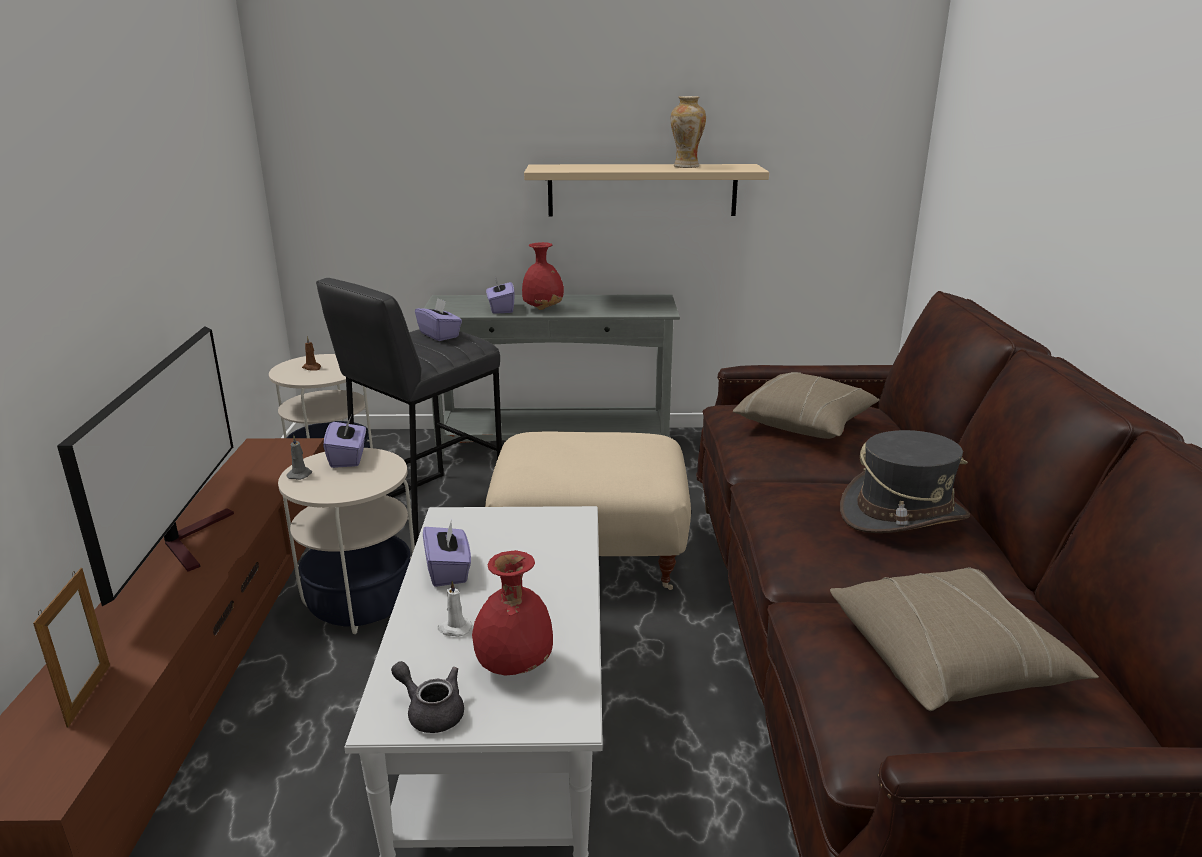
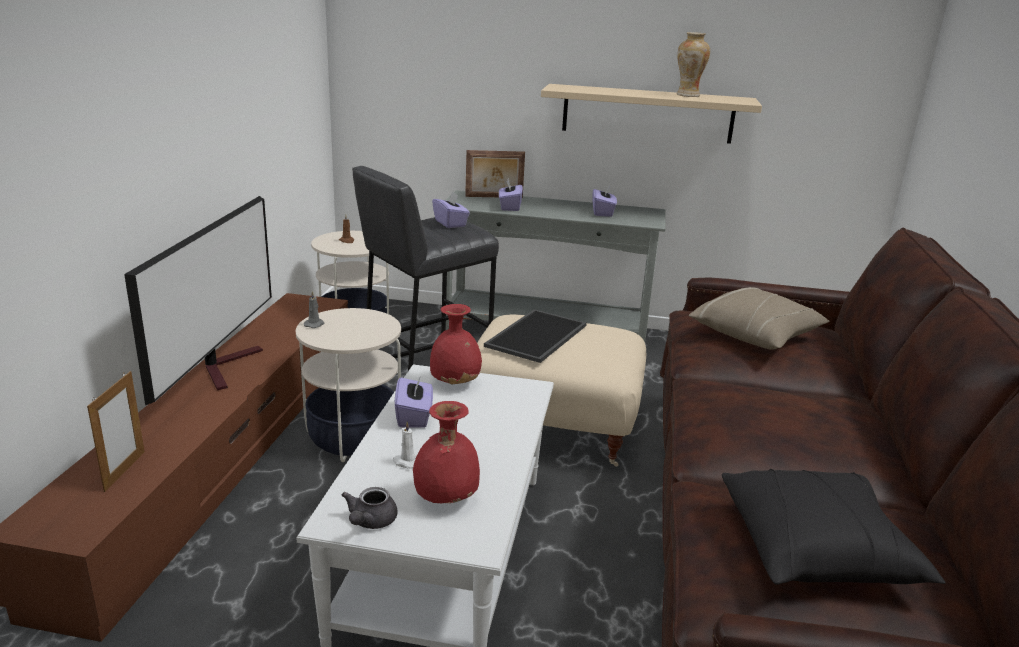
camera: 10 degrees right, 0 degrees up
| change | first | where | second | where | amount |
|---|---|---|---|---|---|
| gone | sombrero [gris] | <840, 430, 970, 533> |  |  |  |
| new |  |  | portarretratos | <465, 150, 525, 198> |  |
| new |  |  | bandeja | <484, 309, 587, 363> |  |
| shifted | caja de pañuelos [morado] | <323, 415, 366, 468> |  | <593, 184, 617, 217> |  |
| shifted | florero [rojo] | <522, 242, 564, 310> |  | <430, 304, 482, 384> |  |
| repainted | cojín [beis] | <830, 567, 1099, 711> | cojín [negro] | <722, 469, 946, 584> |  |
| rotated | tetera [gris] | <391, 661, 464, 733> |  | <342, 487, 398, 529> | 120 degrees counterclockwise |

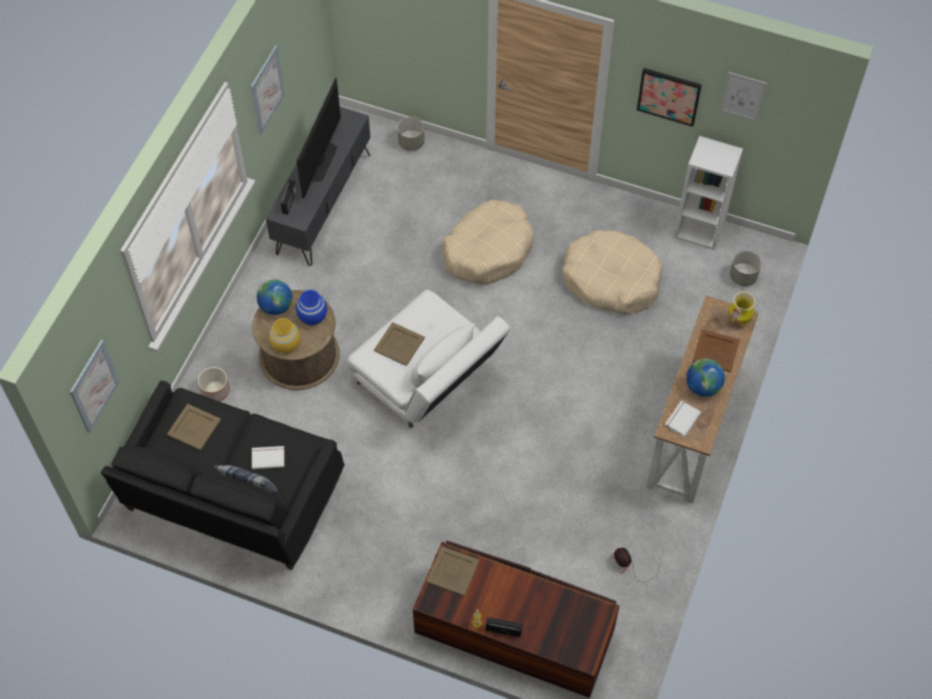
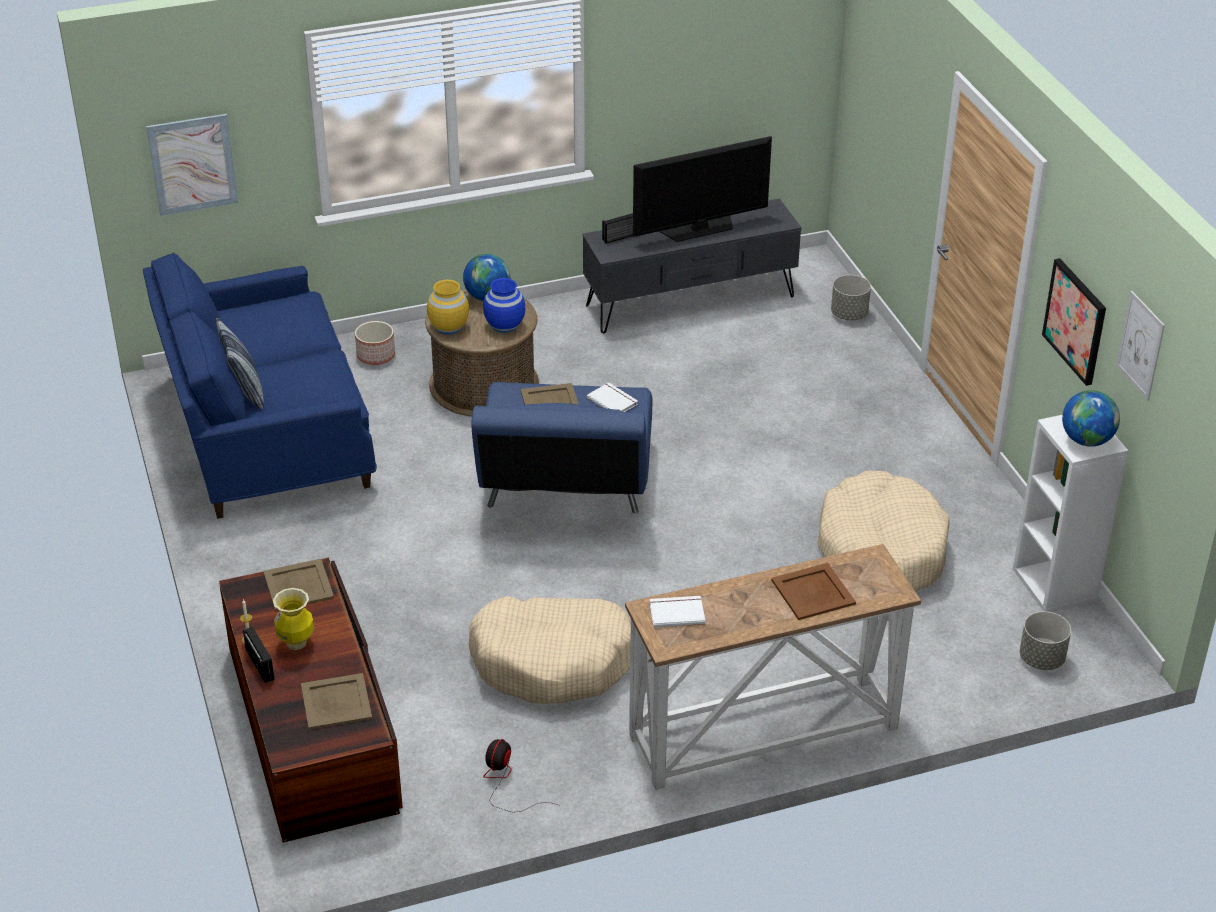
camera: 50 degrees right, 20 degrees down
| change | first | where | second | where | amount |
|---|---|---|---|---|---|
| gone | cuadro | <251, 45, 285, 135> |  |  |  |
| shifted | bandeja [beis] | <167, 404, 221, 451> |  | <301, 673, 372, 730> |  |
| shifted | libro [blanco] | <252, 446, 284, 469> |  | <587, 383, 638, 412> |  |
| shifted | cama para perro [beis] | <443, 199, 533, 284> |  | <469, 596, 631, 704> |  |
| shifted | globo terráqueo | <686, 358, 725, 397> |  | <1062, 390, 1120, 447> |  |
| shifted | florero | <728, 291, 756, 326> |  | <273, 588, 314, 650> |  |
| repainted | sofá [negro] | <101, 381, 345, 570> | sofá [azul] | <143, 252, 377, 519> |  |
| repainted | sillón [blanco] | <347, 290, 510, 428> | sillón [azul] | <471, 382, 653, 513> |  |

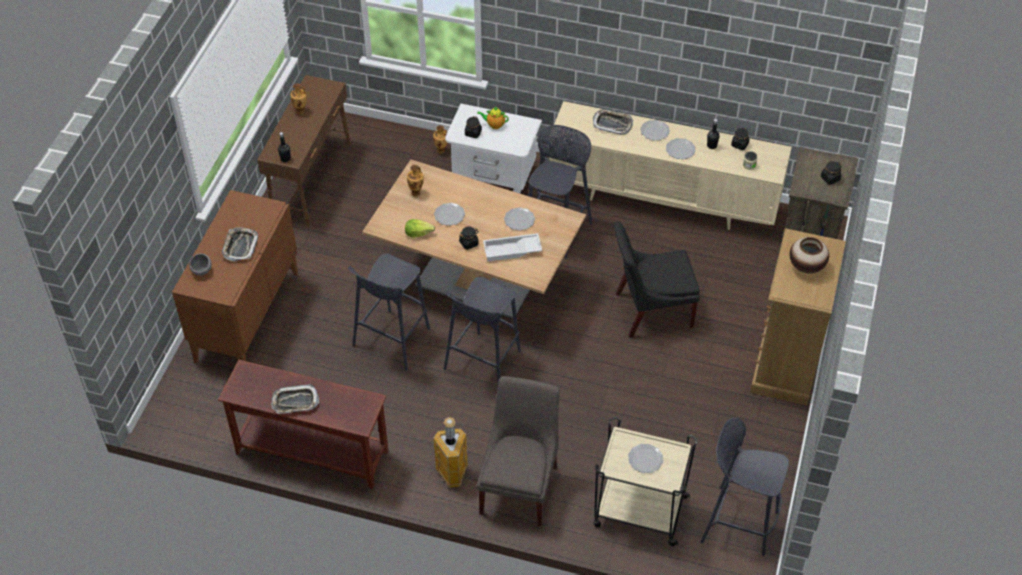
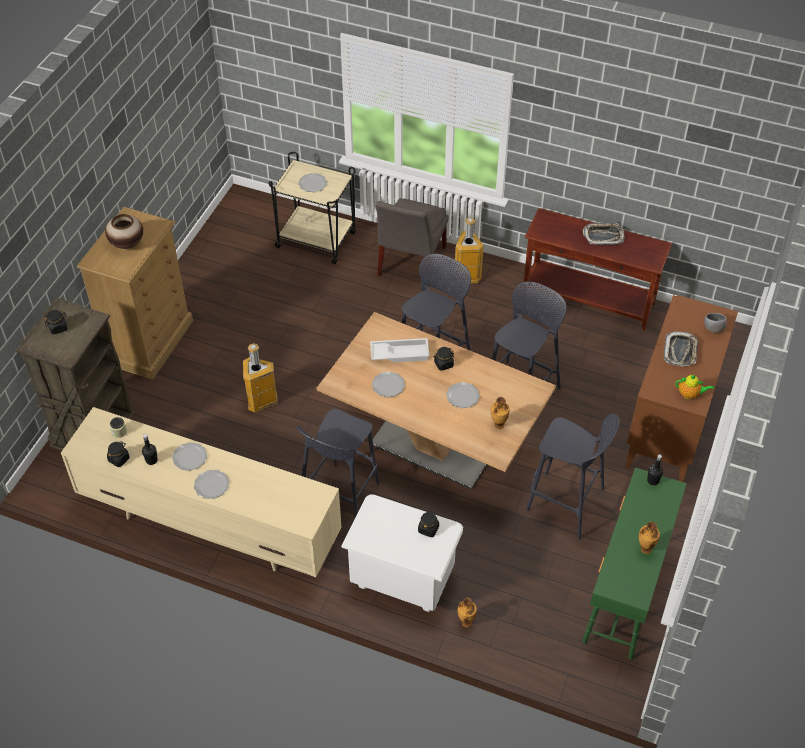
camera: 175 degrees left, 0 degrees up
| change | first | where | second | where | amount |
|---|---|---|---|---|---|
| gone | lechuga | <405, 219, 435, 238> |  |  |  |
| gone | bandeja | <593, 109, 633, 135> |  |  |  |
| shifted | tetera | <477, 107, 509, 129> |  | <675, 375, 714, 399> |  |
| shifted | taburete [gris] | <701, 417, 789, 556> |  | <526, 414, 620, 540> |  |
| swapped | silla [negro] | <614, 221, 700, 338> | papelera | <243, 343, 278, 413> |  |
| repainted | mesa consola [marrón] | <257, 75, 351, 226> | mesa consola [verde] | <582, 467, 687, 660> |  |

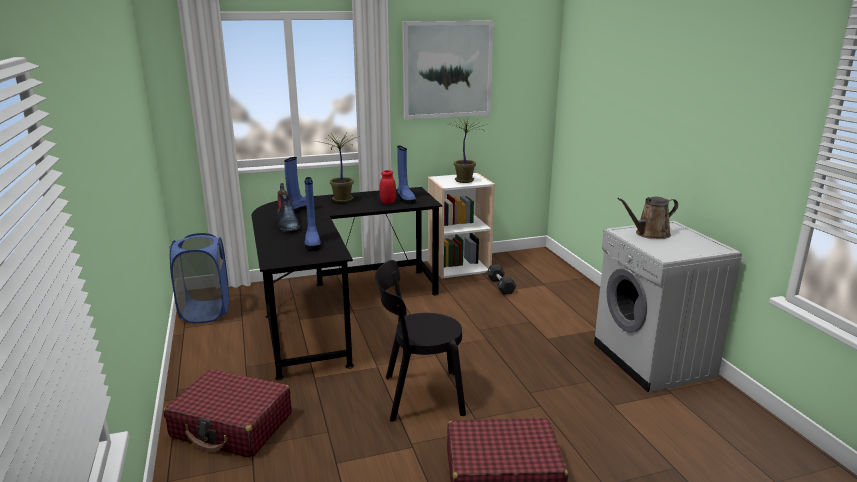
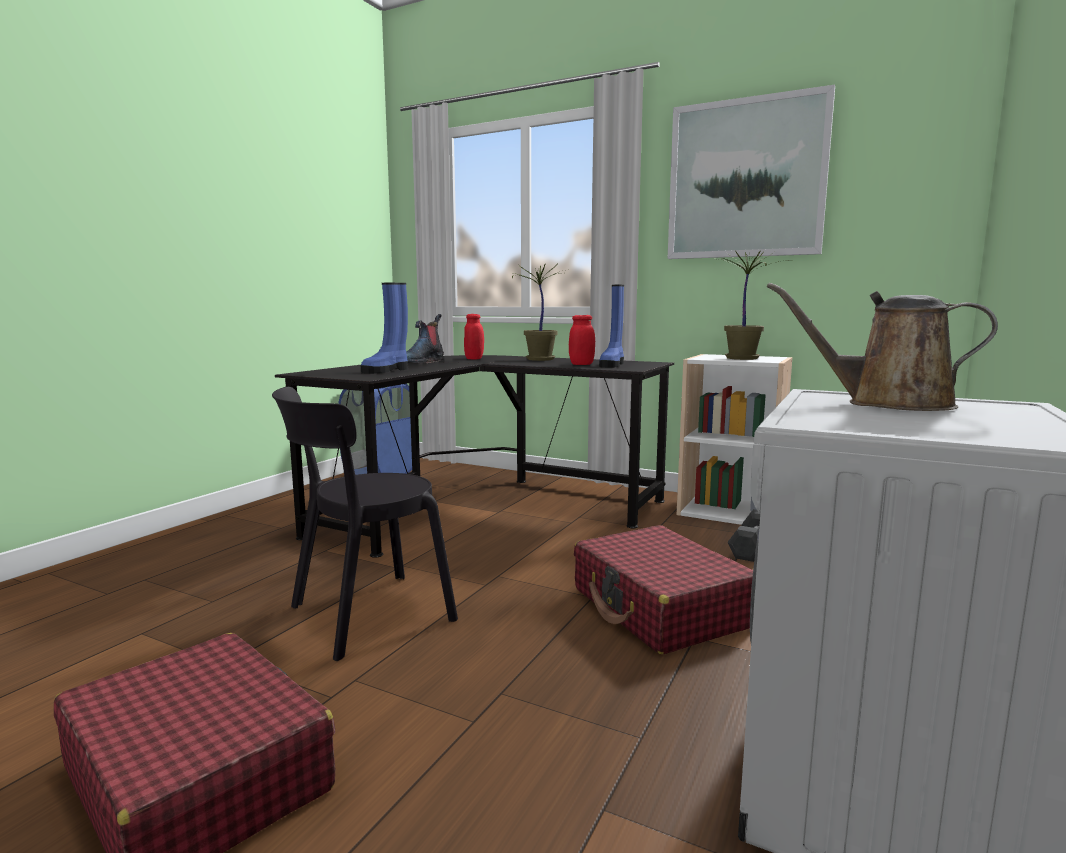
camera: 45 degrees right, 10 degrees down
| change | first | where | second | where | amount |
|---|---|---|---|---|---|
| shifted | maleta [rojo] | <163, 369, 292, 458> |  | <574, 525, 753, 655> |  |
| swapped | bota [azul] | <284, 157, 307, 214> | tarro [rojo] | <464, 314, 484, 360> |  |
| rotated | silla [negro] | <375, 260, 466, 422> |  | <272, 387, 458, 661> | 75 degrees counterclockwise |

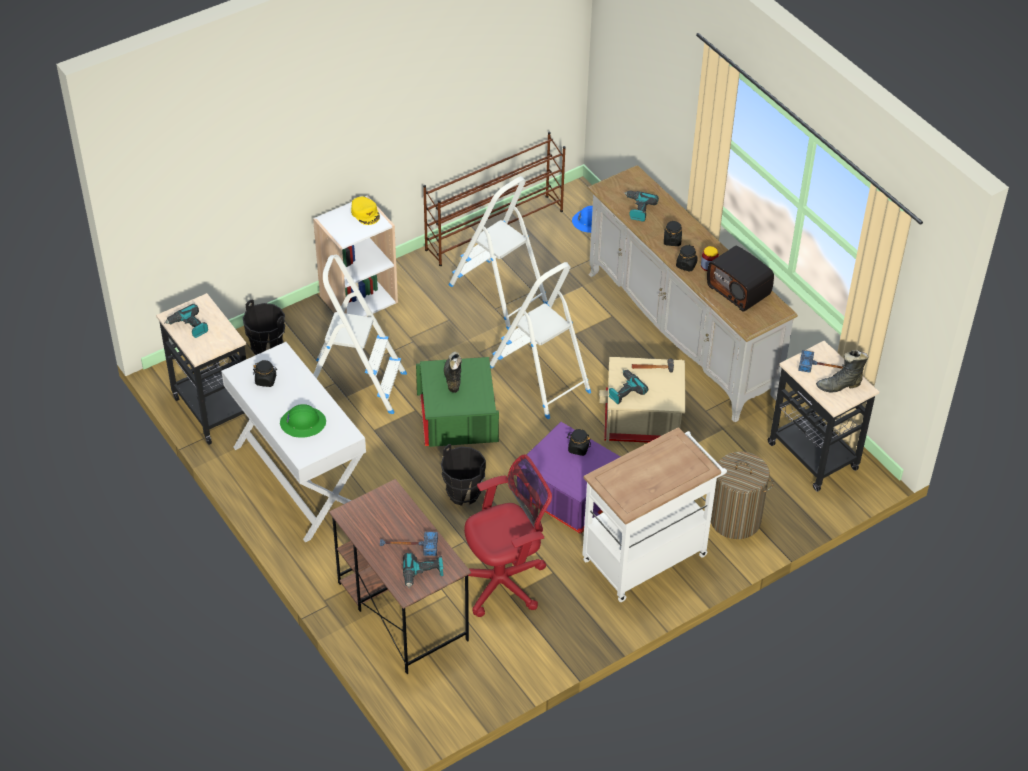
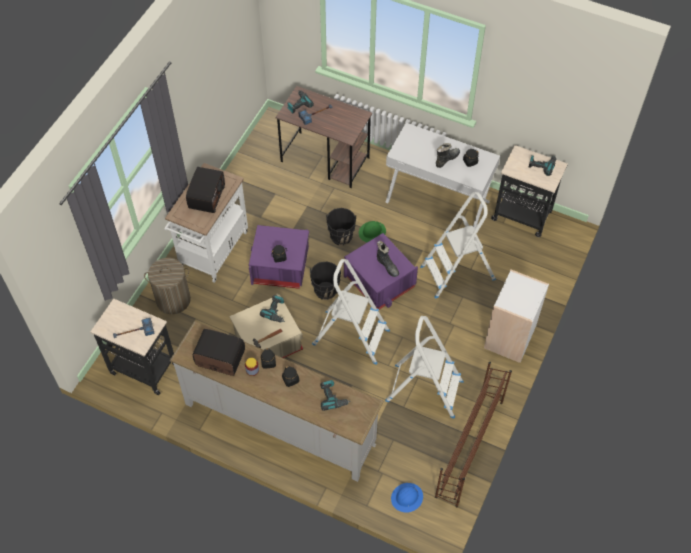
camera: 150 degrees right, 10 degrees up
| change | first | where | second | where | amount |
|---|---|---|---|---|---|
| gone | gorra [amarillo] | <351, 196, 380, 225> |  |  |  |
| gone | silla de oficina [rojo] | <464, 454, 552, 617> |  |  |  |
| new |  |  | radio | <186, 167, 225, 213> |  |
| shifted | cubo [negro] | <243, 299, 285, 355> |  | <310, 261, 341, 300> |  |
| shifted | casco [verde] | <280, 404, 326, 438> |  | <359, 221, 386, 242> |  |
| shifted | bota [negro] | <816, 350, 868, 393> |  | <436, 143, 460, 168> |  |
| repainted | caja de almacenaje [verde] | <416, 357, 499, 447> | caja de almacenaje [morado] | <344, 233, 418, 310> |  |

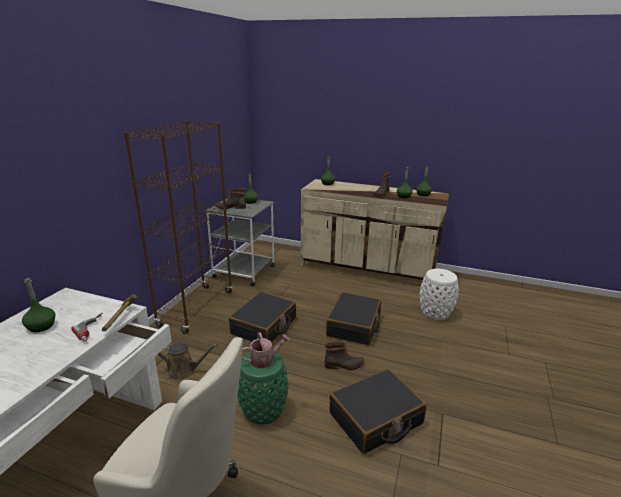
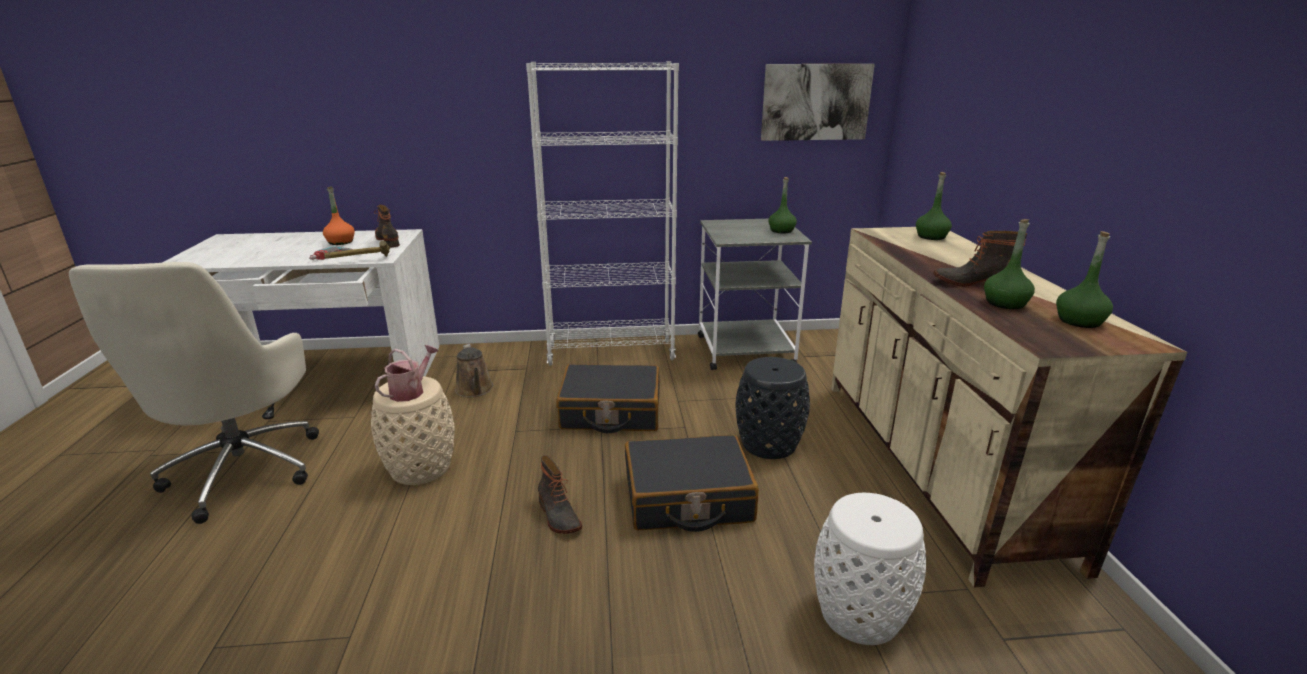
camera: 65 degrees right, 0 degrees up
| change | first | where | second | where | amount |
|---|---|---|---|---|---|
| gone | maleta [negro] | <329, 369, 426, 454> |  |  |  |
| new |  |  | taburete [negro] | <735, 357, 810, 459> |  |
| new |  |  | cuadro | <761, 64, 875, 141> |  |
| shifted | bota | <215, 188, 246, 209> |  | <374, 205, 400, 248> |  |
| repainted | botella [verde] | <22, 278, 55, 332> | botella [naranja] | <323, 186, 355, 245> |  |
| repainted | estantería [marrón] | <124, 120, 233, 334> | estantería [blanco] | <526, 61, 679, 366> |  |
| repainted | taburete [verde] | <238, 352, 288, 425> | taburete [beis] | <371, 376, 455, 485> |  |
| rotated | regadera | <242, 332, 290, 368> |  | <375, 345, 438, 402> | 105 degrees counterclockwise |

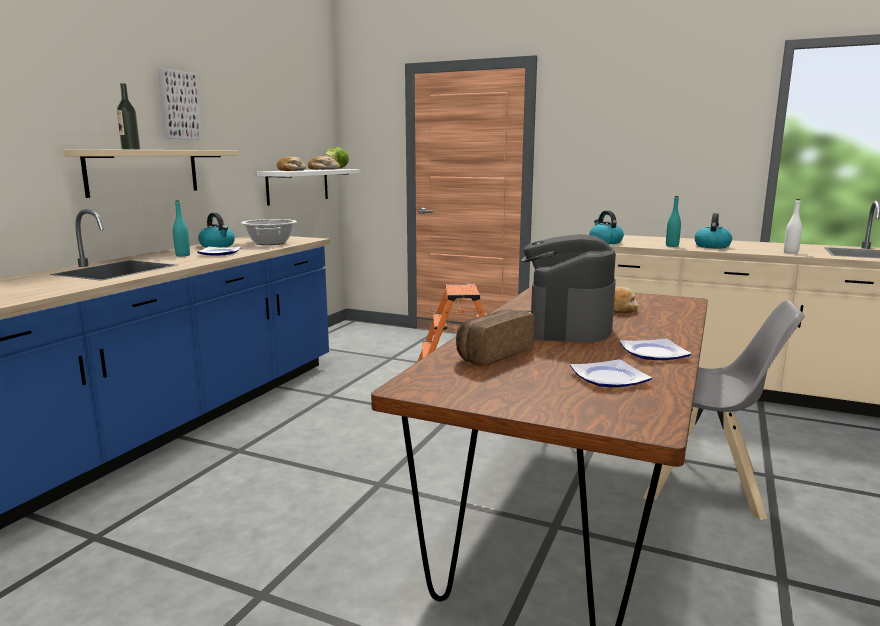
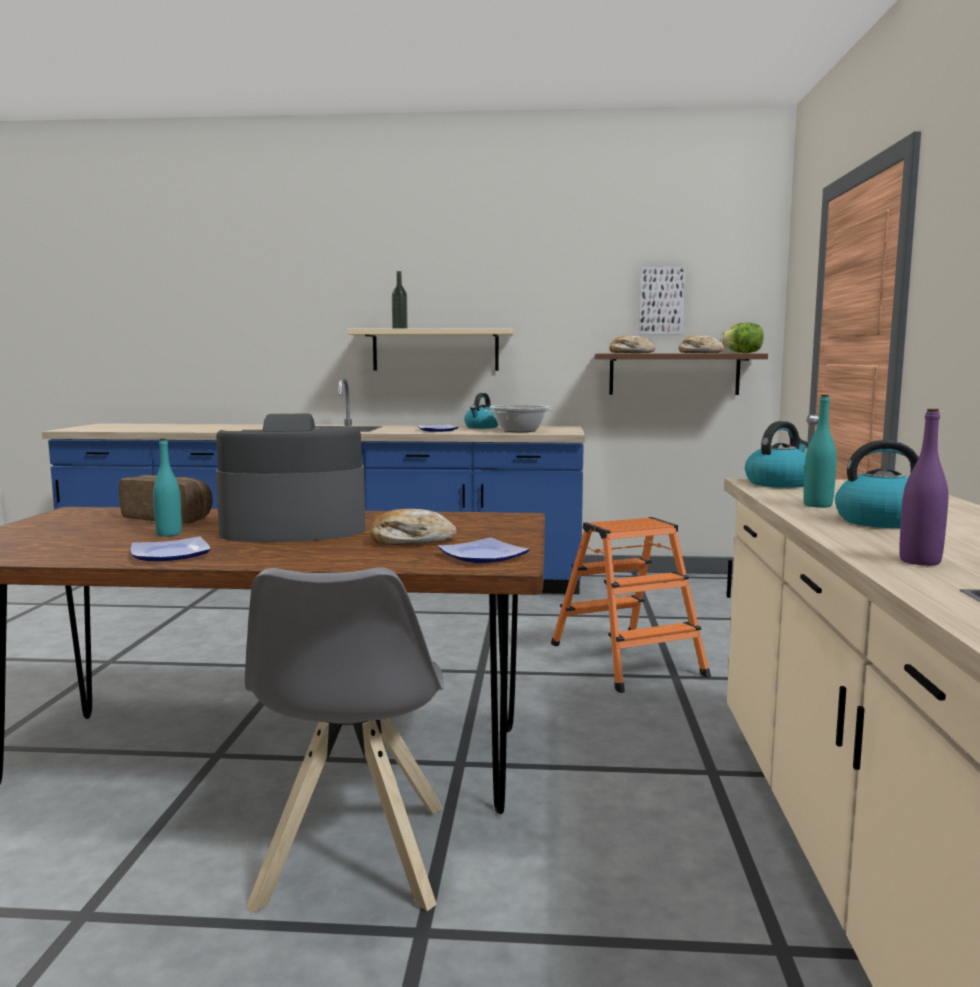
camera: 70 degrees right, 5 degrees down
| change | first | where | second | where | amount |
|---|---|---|---|---|---|
| shifted | cuadro | <158, 68, 202, 140> |  | <639, 267, 686, 335> |  |
| shifted | botella [turquesa] | <173, 200, 190, 257> |  | <153, 438, 182, 537> |  |
| shifted | plato | <570, 359, 652, 387> |  | <438, 537, 530, 563> |  |
| repainted | estante [blanco] | <257, 169, 360, 206> | estante [marrón] | <595, 353, 768, 395> |  |
| repainted | botella [blanco] | <784, 199, 802, 254> | botella [morado] | <899, 409, 948, 566> |  |

